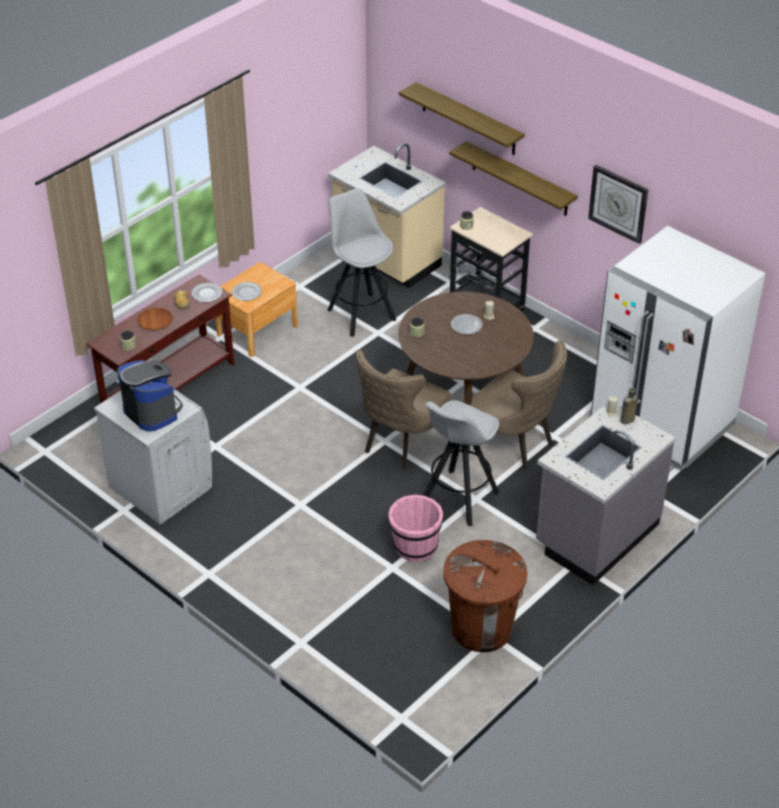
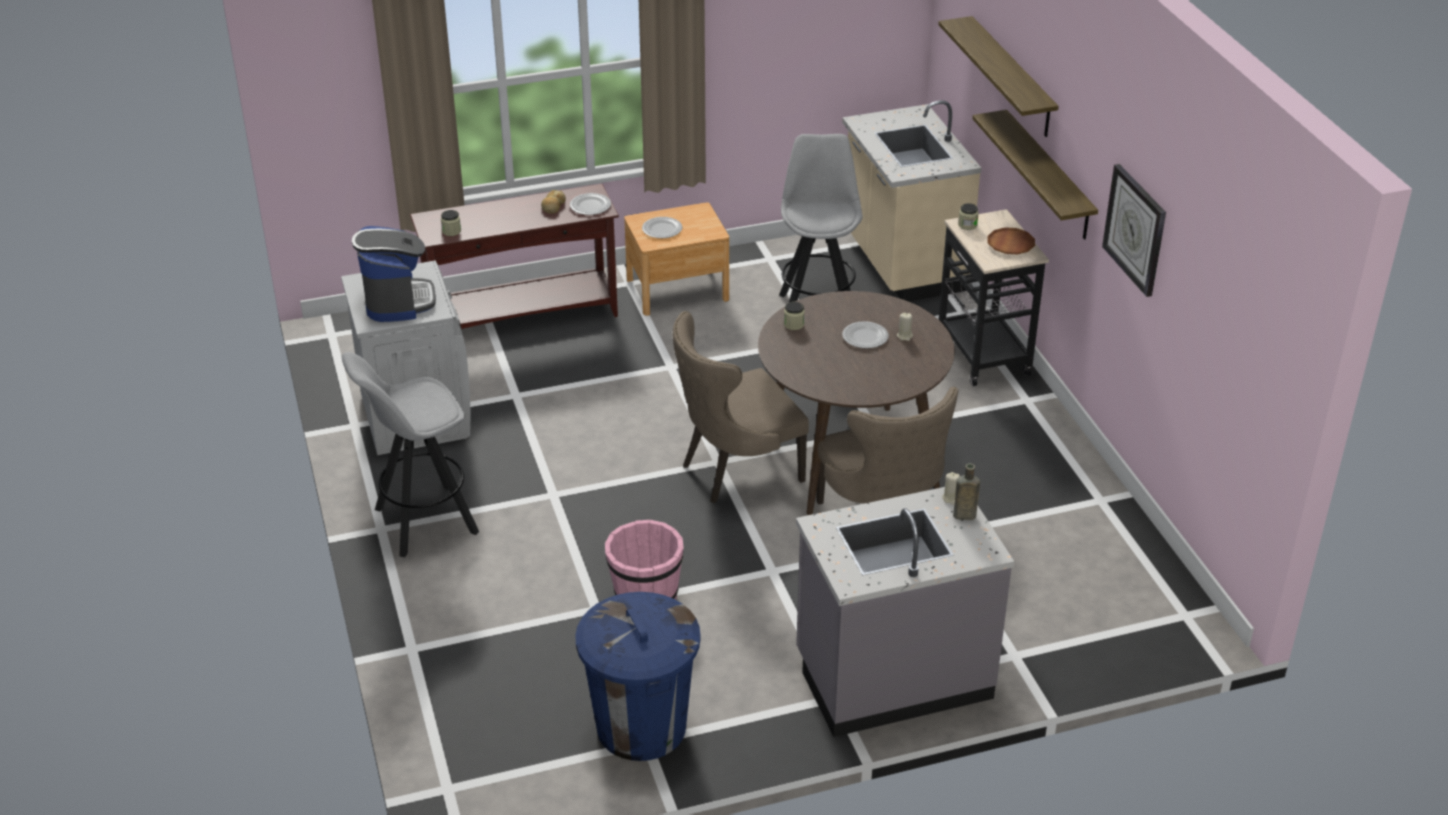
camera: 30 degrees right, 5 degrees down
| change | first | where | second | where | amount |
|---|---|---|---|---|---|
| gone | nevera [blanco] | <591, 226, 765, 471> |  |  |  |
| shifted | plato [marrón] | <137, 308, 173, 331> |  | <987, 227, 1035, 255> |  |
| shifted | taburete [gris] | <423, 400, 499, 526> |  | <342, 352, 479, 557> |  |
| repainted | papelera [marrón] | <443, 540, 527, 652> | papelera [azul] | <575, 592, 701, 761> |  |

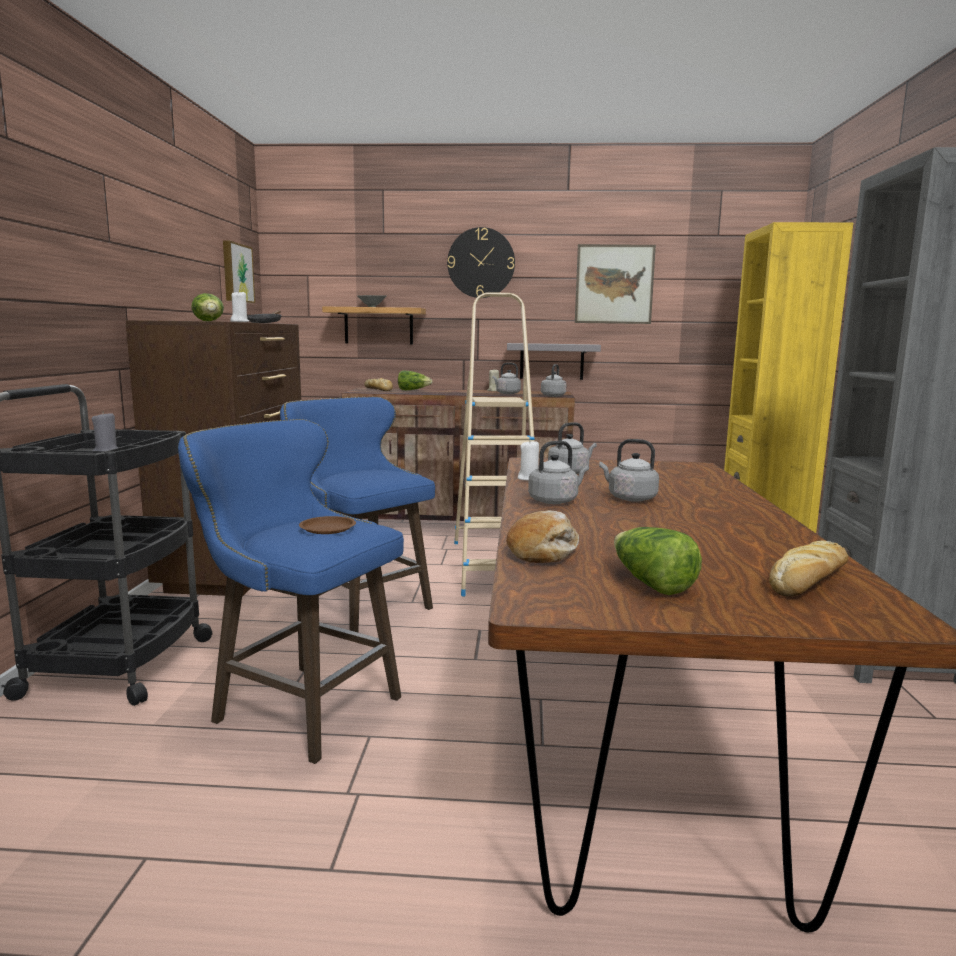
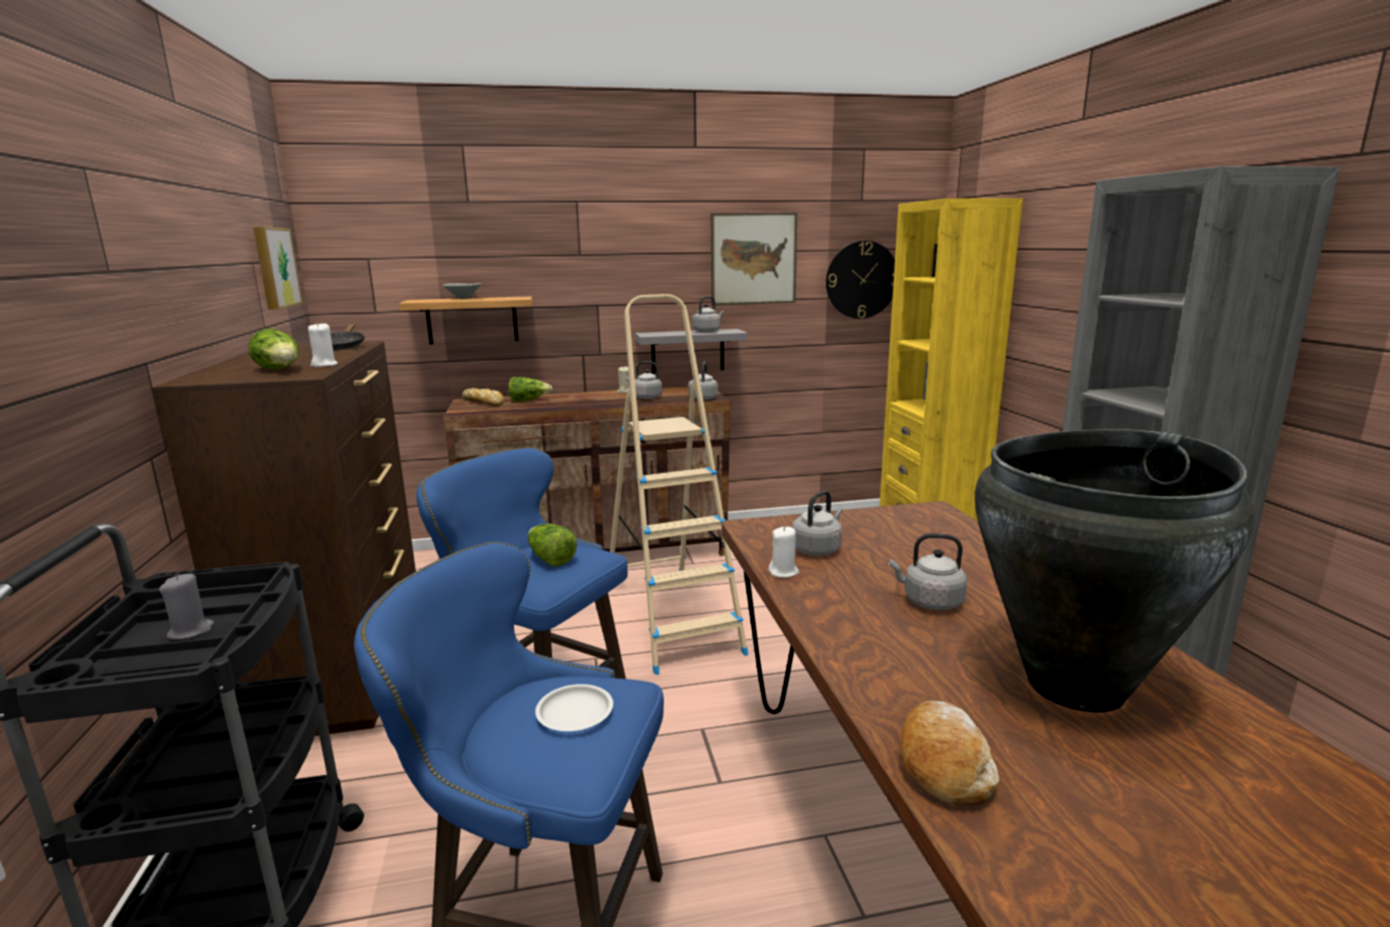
camera: 15 degrees left, 5 degrees up
| change | first | where | second | where | amount |
|---|---|---|---|---|---|
| gone | pan | <769, 541, 848, 597> |  |  |  |
| new |  |  | florero [negro] | <975, 429, 1254, 713> |  |
| shifted | reloj de pared | <447, 227, 515, 298> |  | <826, 241, 895, 319> |  |
| shifted | hervidor [gris] | <528, 441, 589, 504> |  | <692, 296, 724, 333> |  |
| shifted | lechuga | <614, 527, 702, 595> |  | <528, 524, 577, 566> |  |
| repainted | plato [marrón] | <299, 516, 356, 534> | plato [blanco] | <535, 684, 613, 731> |  |

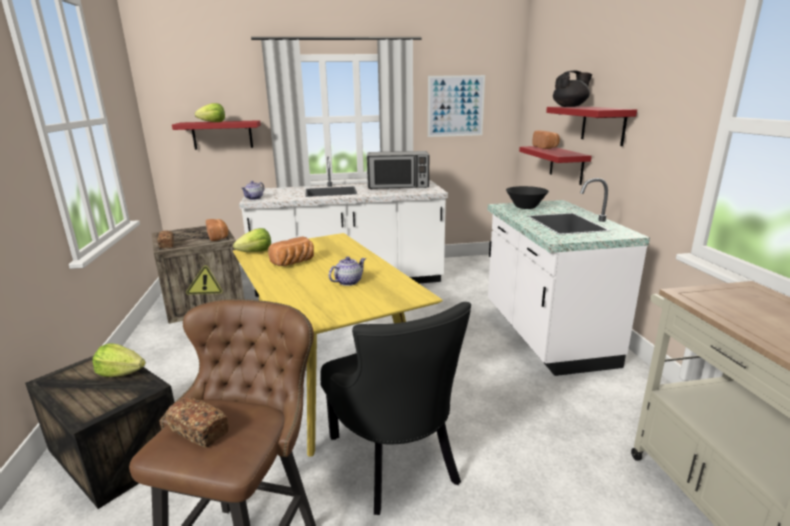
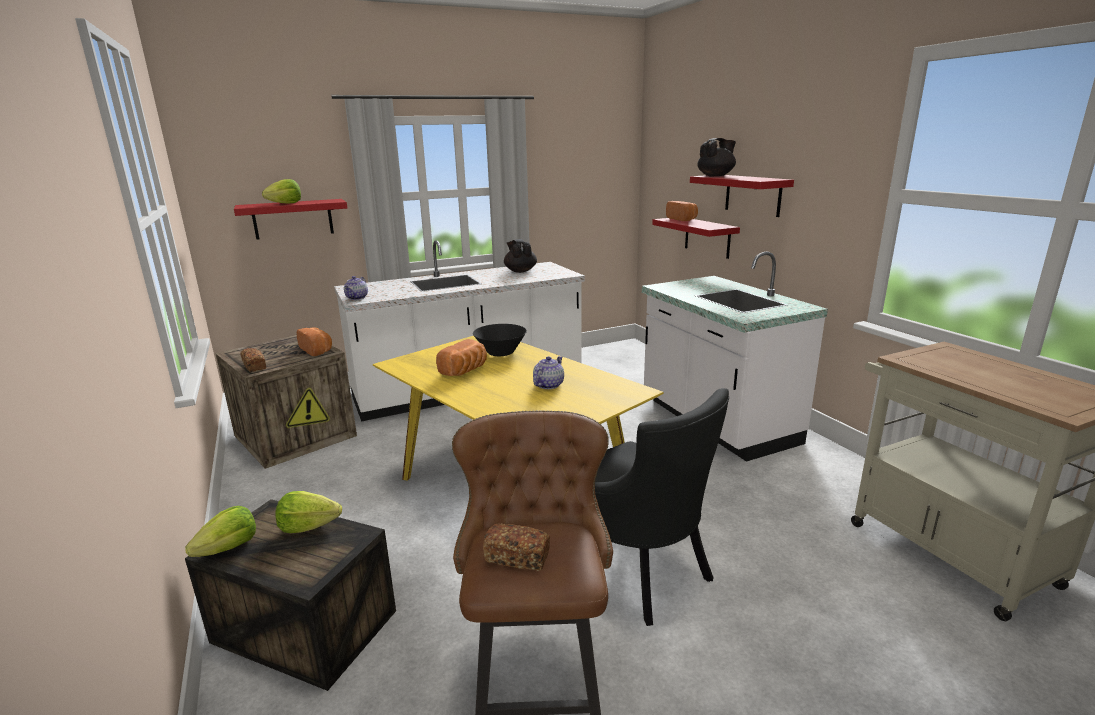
camera: 15 degrees left, 0 degrees up
| change | first | where | second | where | amount |
|---|---|---|---|---|---|
| gone | cuadro | <428, 75, 485, 137> |  |  |  |
| shifted | lechuga | <233, 228, 271, 252> |  | <185, 506, 256, 557> |  |
| shifted | cuenco [negro] | <506, 186, 549, 209> |  | <473, 324, 527, 356> |  |
| swapped | microondas | <367, 151, 429, 189> | tetera [negro] | <504, 239, 537, 273> |  |

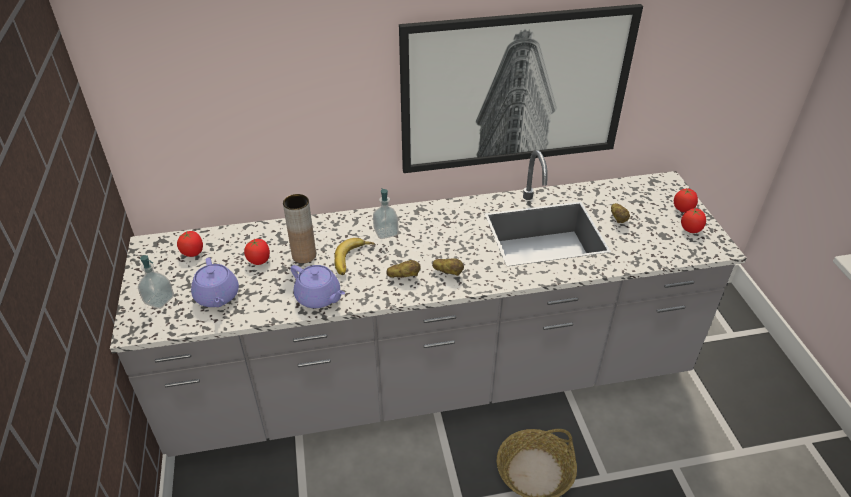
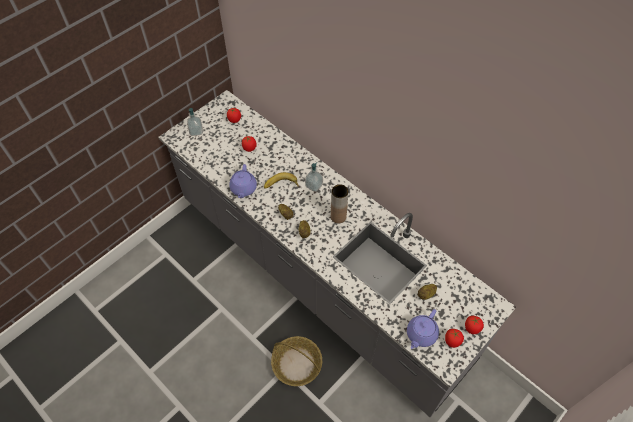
camera: 55 degrees right, 15 degrees up
| change | first | where | second | where | amount |
|---|---|---|---|---|---|
| gone | cuadro | <399, 4, 643, 173> |  |  |  |
| shifted | tetera [morado] | <191, 258, 239, 307> |  | <407, 309, 439, 349> |  |
| shifted | florero [marrón] | <283, 194, 316, 263> |  | <331, 184, 348, 223> |  |

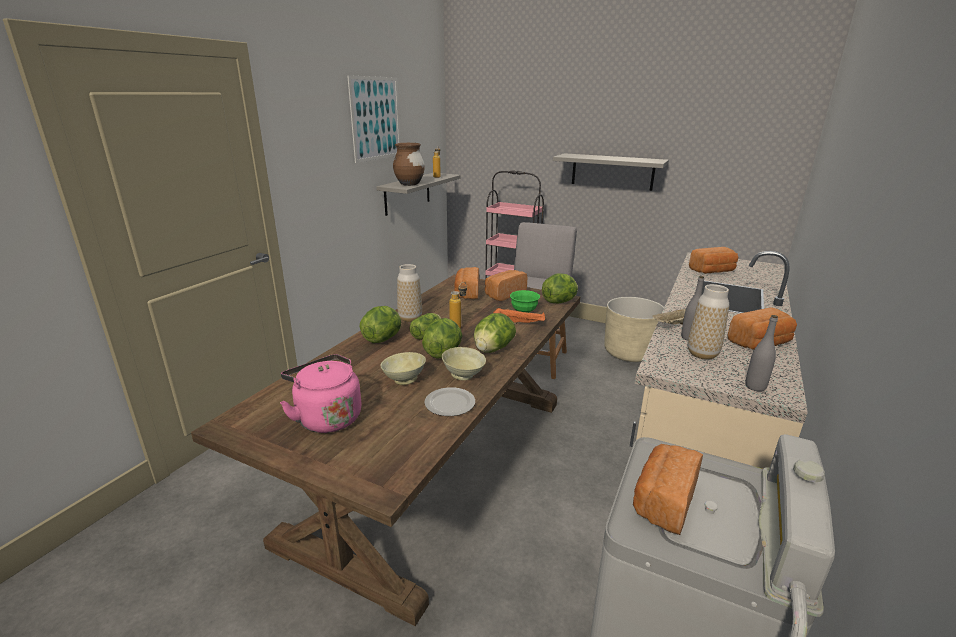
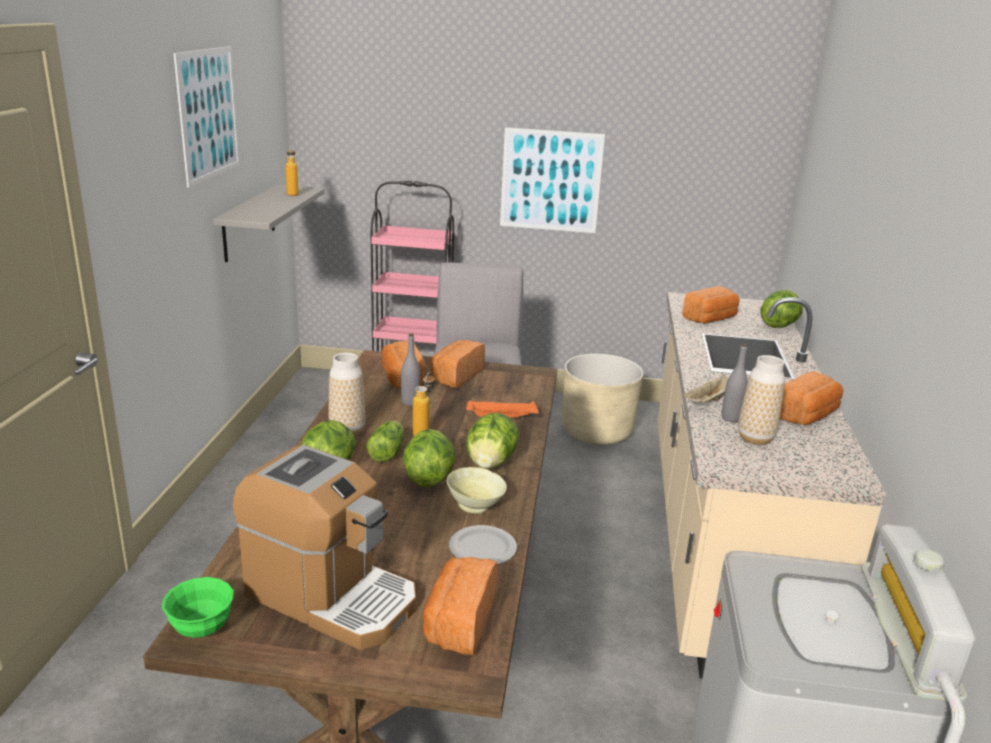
camera: 20 degrees left, 0 degrees up
| change | first | where | second | where | amount |
|---|---|---|---|---|---|
| gone | cuenco [beis] | <380, 352, 426, 385> |  |  |  |
| gone | florero [marrón] | <393, 143, 425, 186> |  |  |  |
| shifted | cuenco [verde] | <510, 290, 540, 313> |  | <162, 577, 234, 638> |  |
| shifted | lechuga | <542, 273, 578, 303> |  | <760, 290, 803, 328> |  |
| shifted | pan | <633, 444, 703, 535> |  | <423, 557, 497, 655> |  |
| shifted | botella [gris] | <745, 315, 778, 392> |  | <401, 333, 421, 406> |  |
| swapped | hervidor [rosa] | <280, 354, 362, 433> | cafetera | <233, 445, 416, 650> |  |
| swapped | estante [gris] | <553, 153, 669, 191> | cuadro | <500, 127, 605, 233> |  |

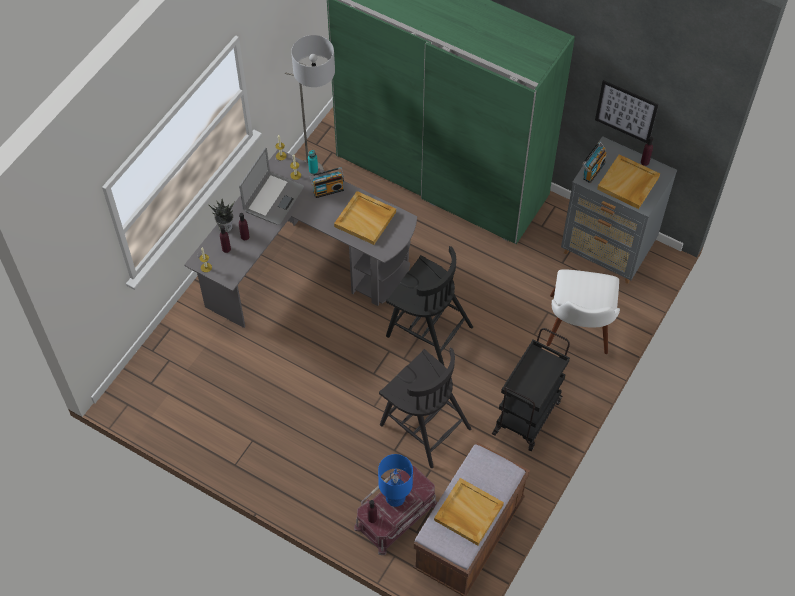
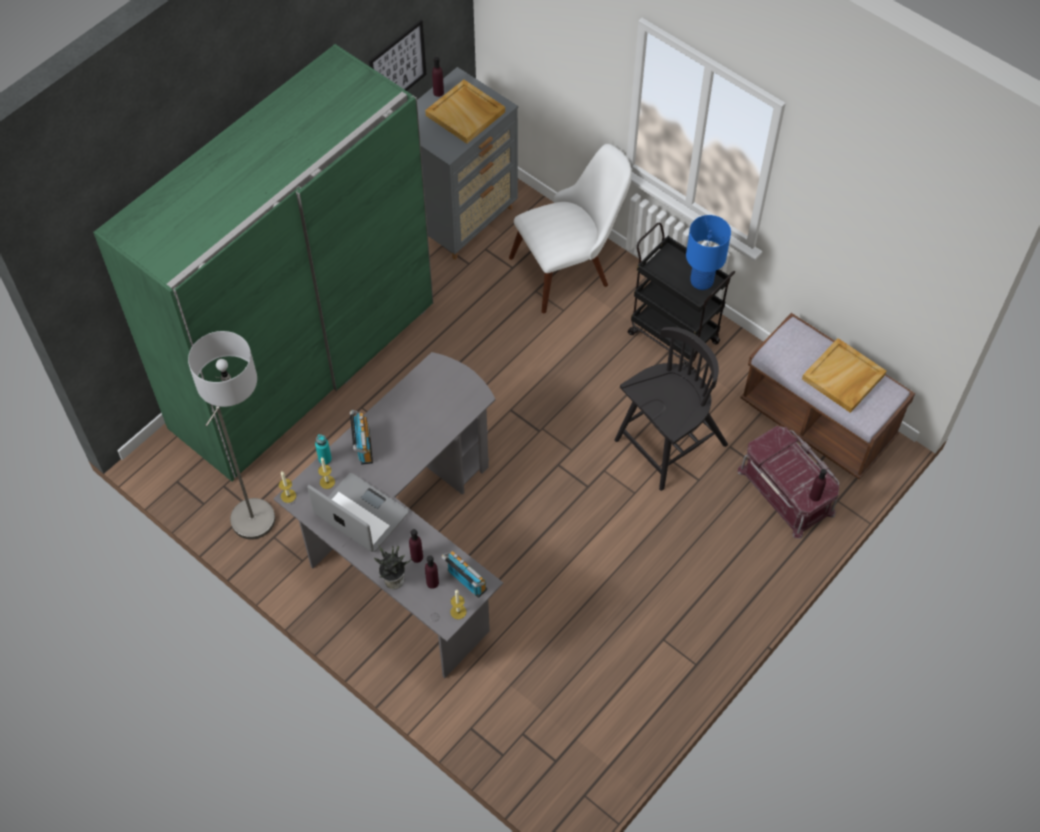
camera: 80 degrees left, 0 degrees up
| change | first | where | second | where | amount |
|---|---|---|---|---|---|
| gone | bandeja [beis] | <334, 191, 396, 245> |  |  |  |
| gone | silla [negro] | <386, 246, 473, 365> |  |  |  |
| shifted | lámpara de mesa [azul] | <378, 454, 413, 507> |  | <686, 215, 731, 290> |  |
| shifted | radio | <582, 142, 607, 183> |  | <441, 551, 487, 598> |  |
| rotated | silla [blanco] | <546, 269, 620, 354> |  | <509, 144, 631, 314> | 45 degrees counterclockwise |

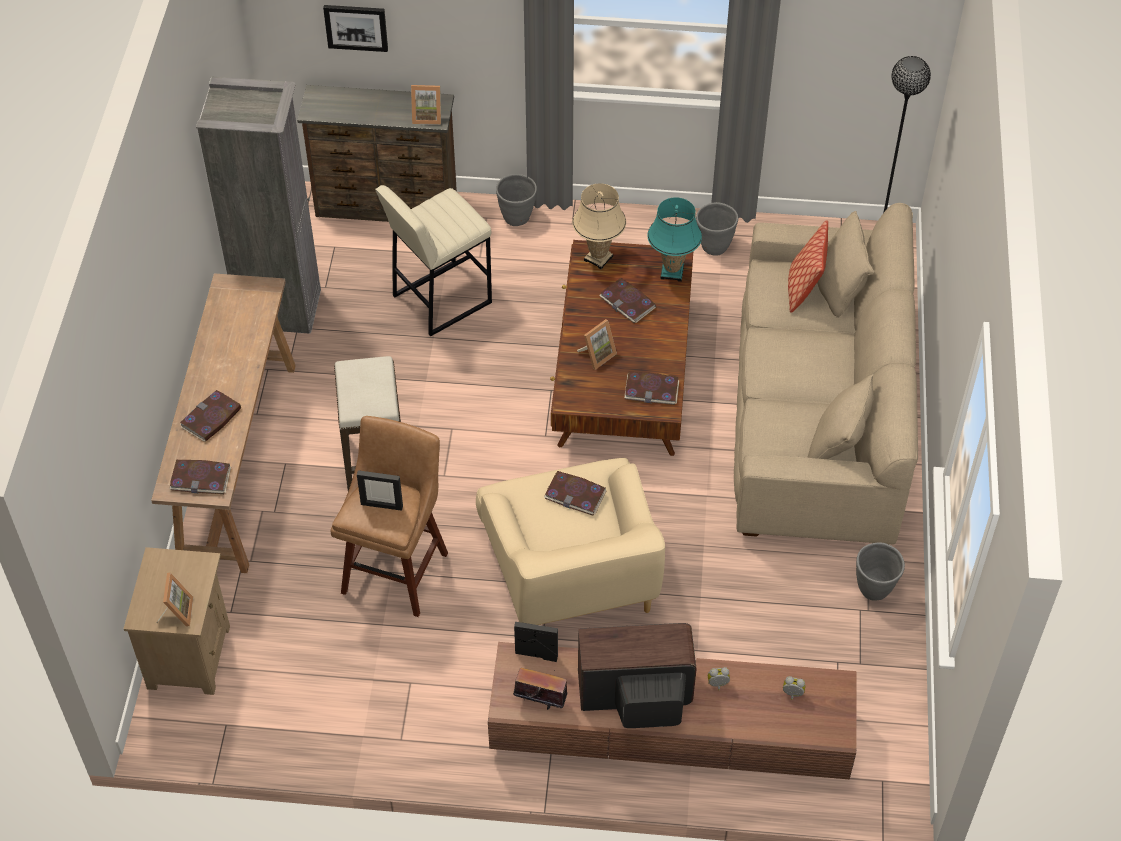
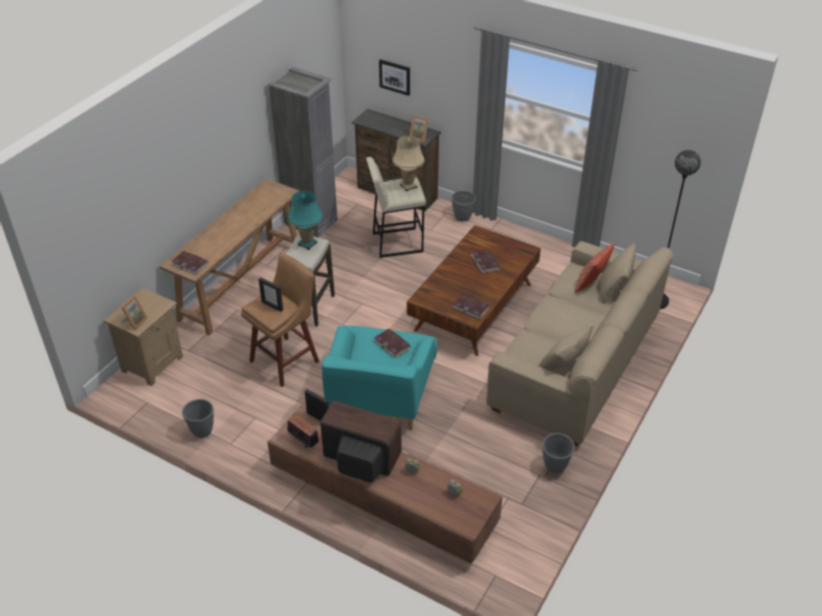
camera: 25 degrees right, 10 degrees down
| change | first | where | second | where | amount |
|---|---|---|---|---|---|
| gone | libro | <180, 390, 241, 442> |  |  |  |
| gone | portarretratos | <577, 319, 617, 370> |  |  |  |
| shifted | lámpara de mesa [beis] | <572, 184, 626, 270> |  | <392, 136, 425, 191> |  |
| shifted | lámpara de mesa [turquesa] | <647, 197, 702, 282> |  | <288, 191, 323, 250> |  |
| shifted | maceta [gris] | <696, 202, 738, 256> |  | <182, 399, 214, 438> |  |
| repainted | sillón [beis] | <476, 458, 665, 625> | sillón [turquesa] | <322, 326, 438, 430> |  |

